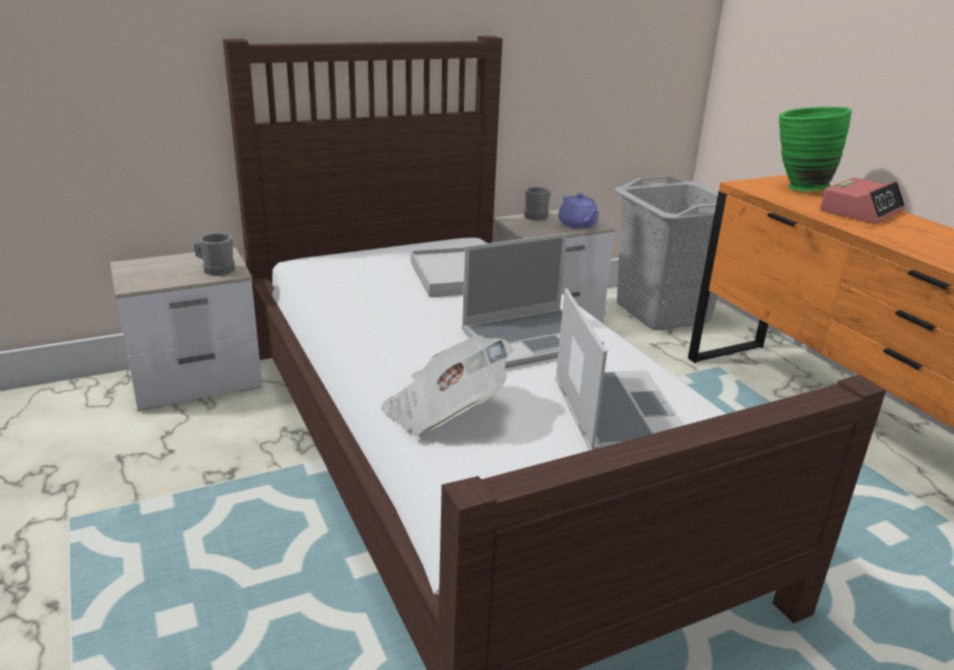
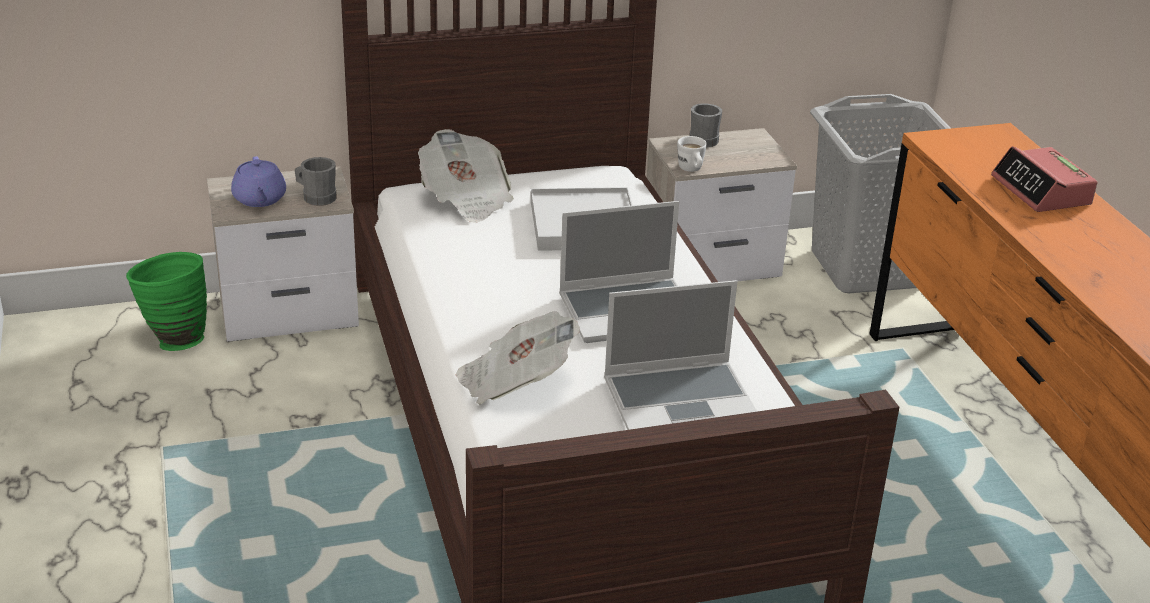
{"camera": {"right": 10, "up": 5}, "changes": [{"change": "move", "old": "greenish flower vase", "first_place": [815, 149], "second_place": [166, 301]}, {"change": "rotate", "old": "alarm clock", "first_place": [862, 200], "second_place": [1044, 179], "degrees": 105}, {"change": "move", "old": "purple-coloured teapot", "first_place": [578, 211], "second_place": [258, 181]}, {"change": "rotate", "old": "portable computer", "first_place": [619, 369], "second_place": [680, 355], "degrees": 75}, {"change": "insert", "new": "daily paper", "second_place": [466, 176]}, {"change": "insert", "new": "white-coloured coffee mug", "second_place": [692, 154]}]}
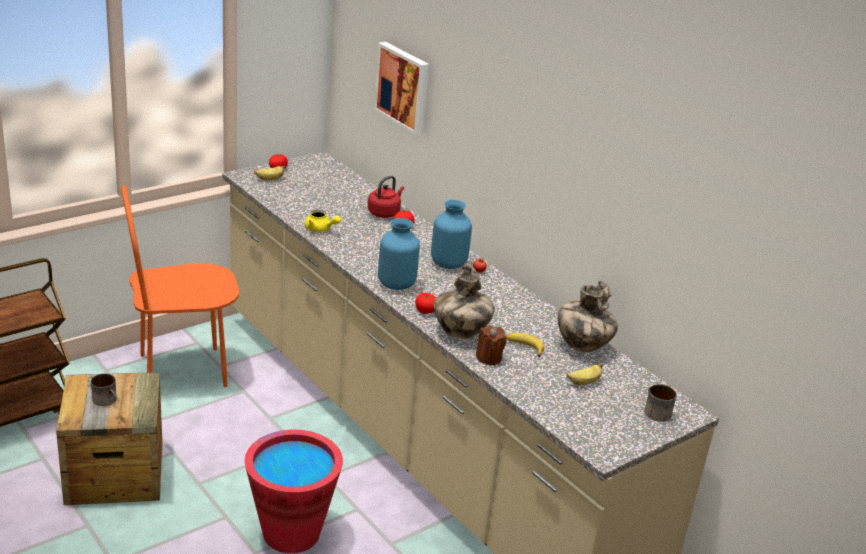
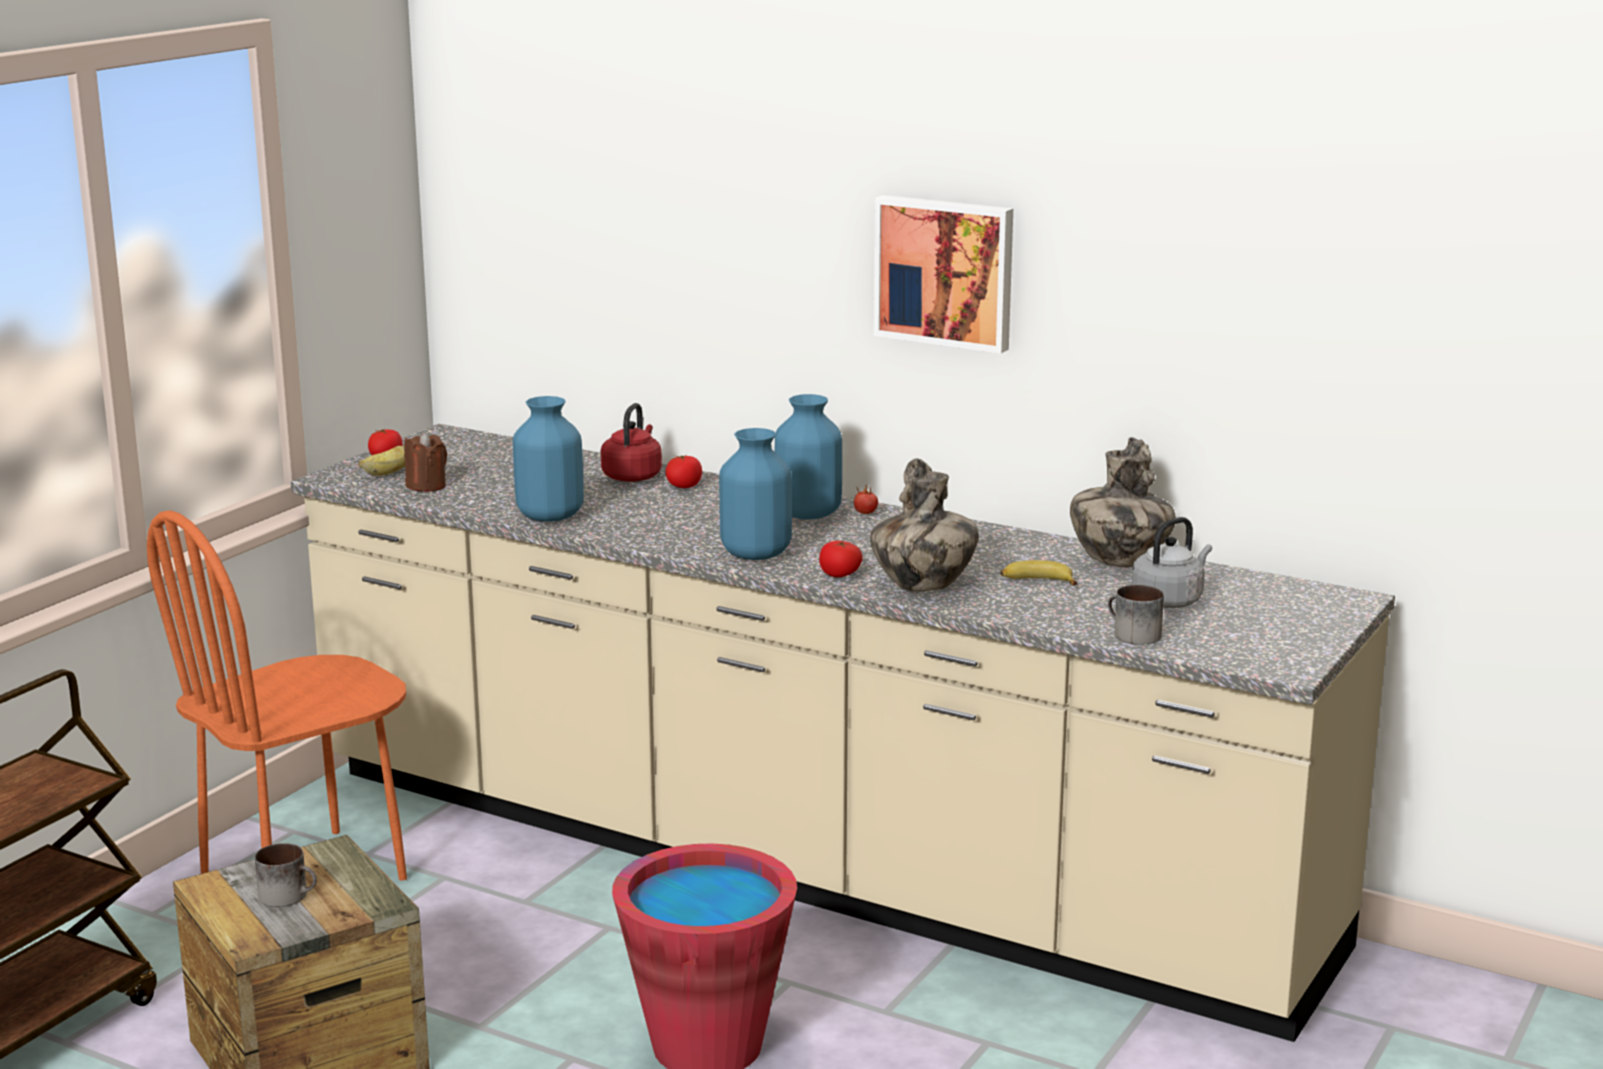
{"camera": {"right": -20, "up": -10}, "changes": [{"change": "move", "old": "wall art", "first_place": [401, 88], "second_place": [943, 274]}, {"change": "replace", "old": "yellow teapot", "new": "bluish flower vase", "first_place": [323, 221], "second_place": [548, 459]}, {"change": "move", "old": "brown wax light", "first_place": [491, 345], "second_place": [425, 462]}, {"change": "replace", "old": "banana fruit", "new": "greyish kettle", "first_place": [585, 374], "second_place": [1171, 562]}, {"change": "move", "old": "coffee mug", "first_place": [661, 403], "second_place": [1136, 615]}]}
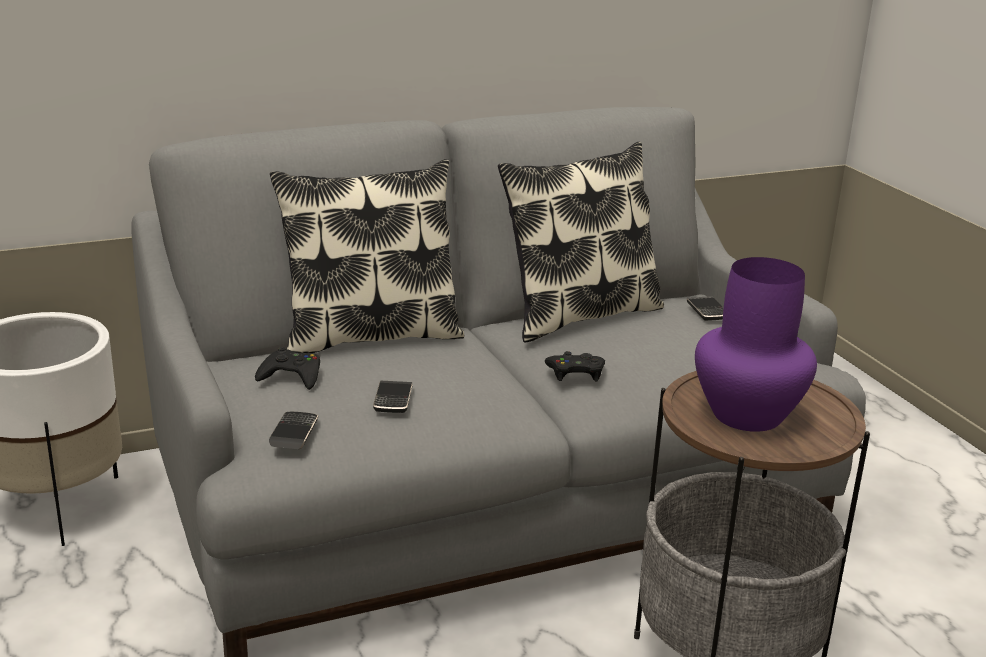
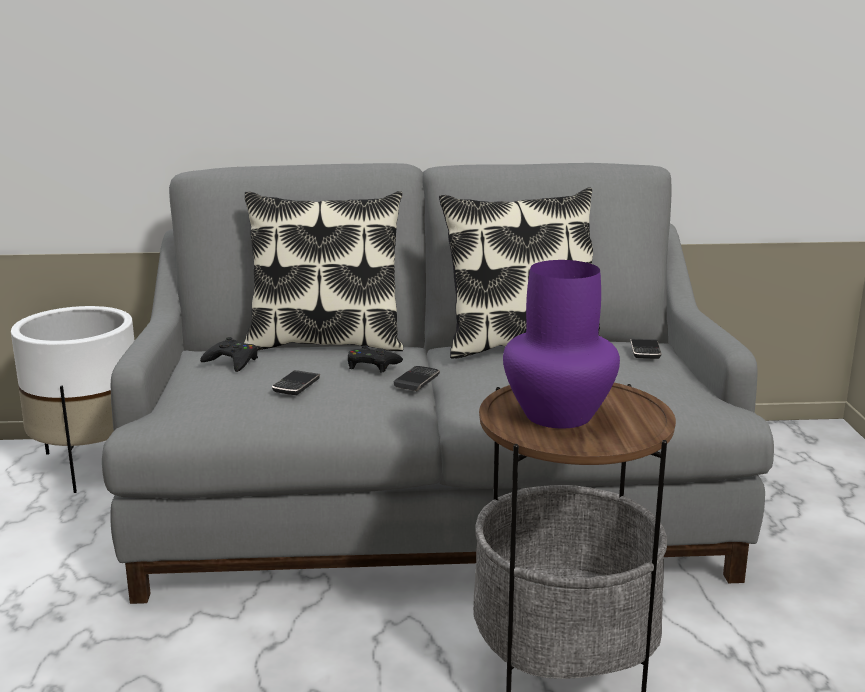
{"camera": {"right": 20, "up": -5}, "changes": [{"change": "move", "old": "black-coloured gamepad", "first_place": [575, 366], "second_place": [375, 359]}, {"change": "move", "old": "telephone", "first_place": [293, 430], "second_place": [417, 378]}]}
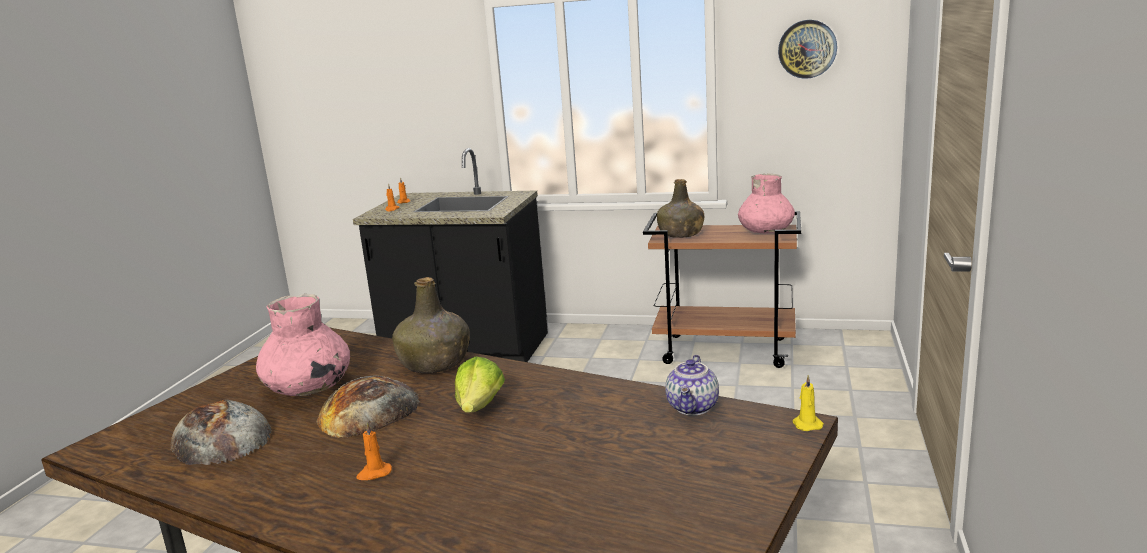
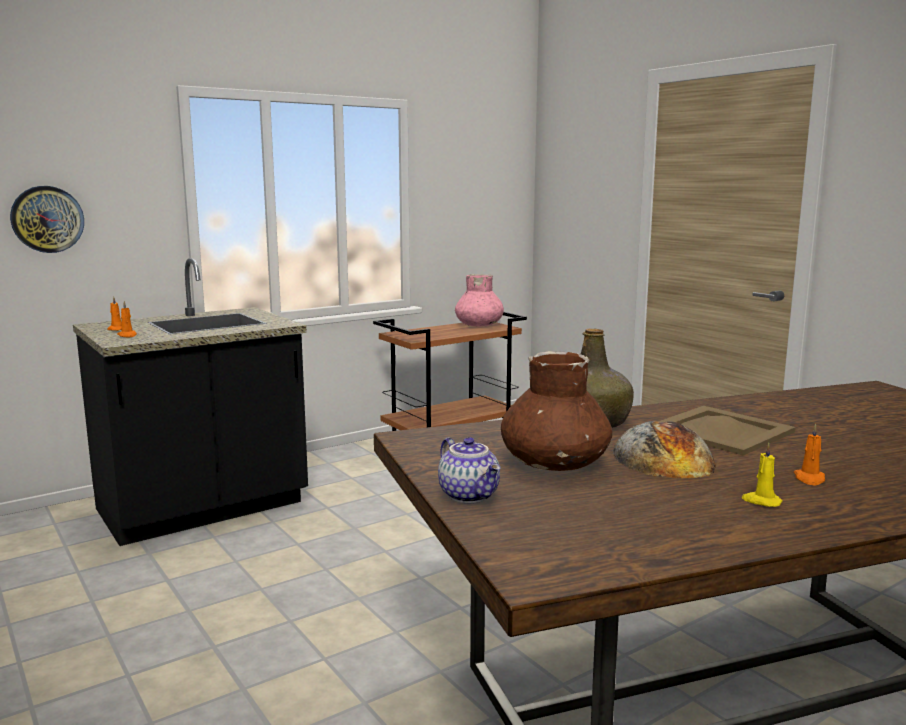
{"camera": {"right": -50, "up": -5}, "changes": [{"change": "move", "old": "hanging clock", "first_place": [807, 49], "second_place": [47, 219]}, {"change": "delete", "old": "greenish bottle", "first_place": [680, 208]}, {"change": "recolor", "old": "pinkish flower vase", "new": "brown flower vase", "first_place": [303, 345], "second_place": [556, 411]}, {"change": "move", "old": "teapot", "first_place": [692, 385], "second_place": [469, 470]}, {"change": "replace", "old": "lettuce head", "new": "beige serving tray", "first_place": [480, 384], "second_place": [727, 431]}, {"change": "move", "old": "yellow wax light", "first_place": [808, 403], "second_place": [762, 475]}, {"change": "delete", "old": "baked bread", "first_place": [221, 432]}]}
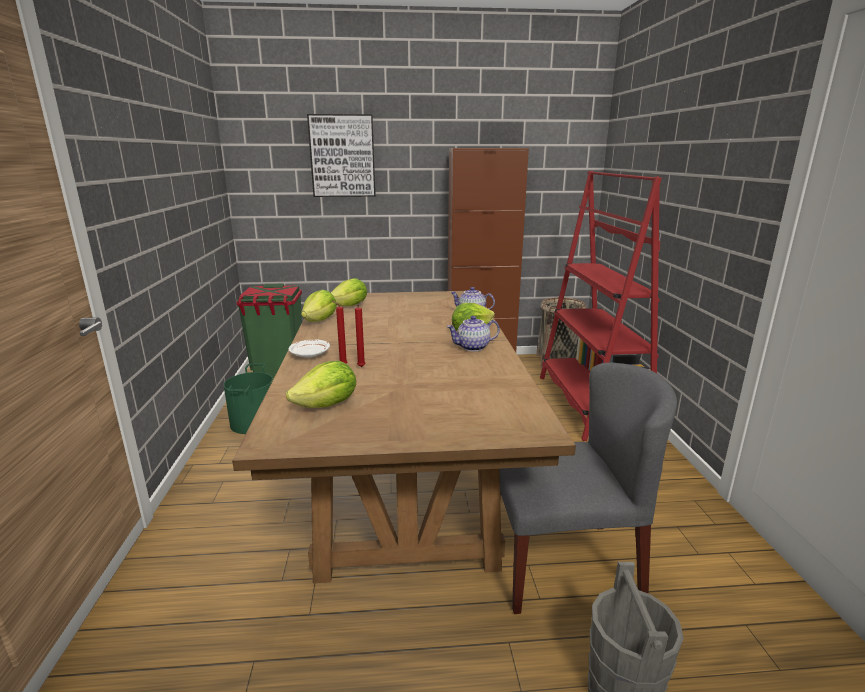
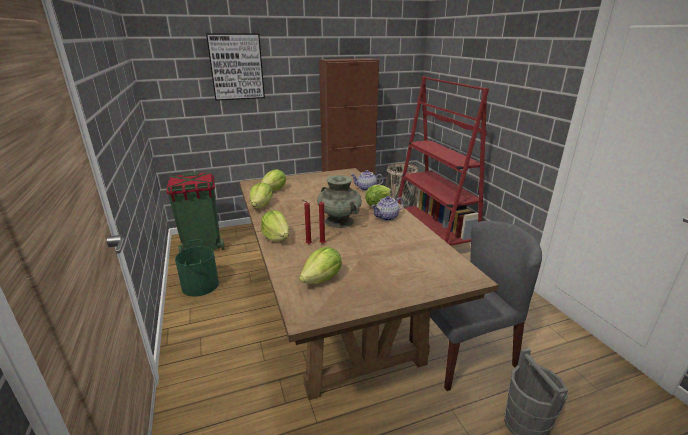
{"camera": {"right": -15, "up": 5}, "changes": [{"change": "replace", "old": "white-coloured dinner plate", "new": "lettuce head", "first_place": [309, 349], "second_place": [275, 225]}, {"change": "insert", "new": "turquoise-coloured flower vase", "second_place": [339, 201]}]}
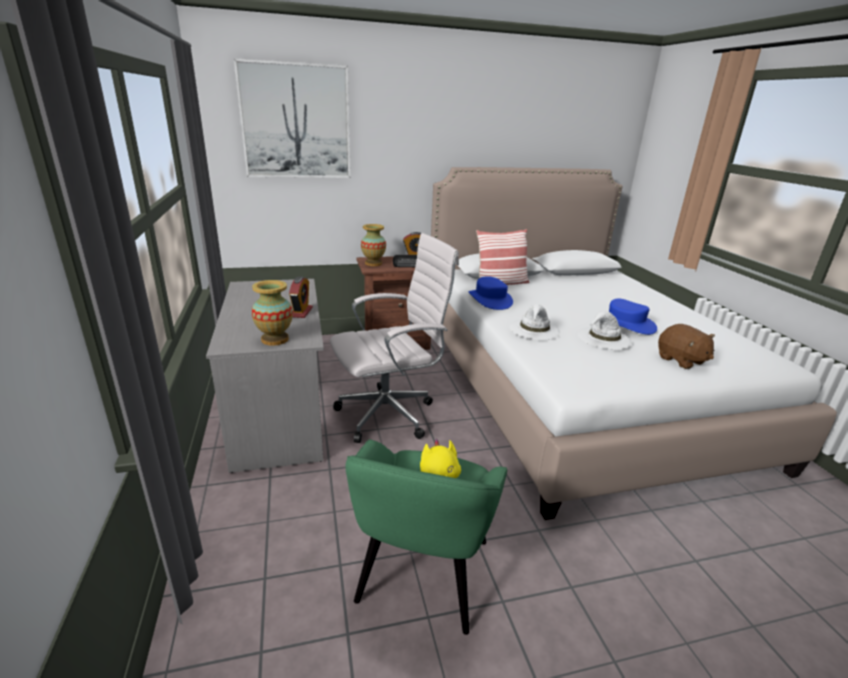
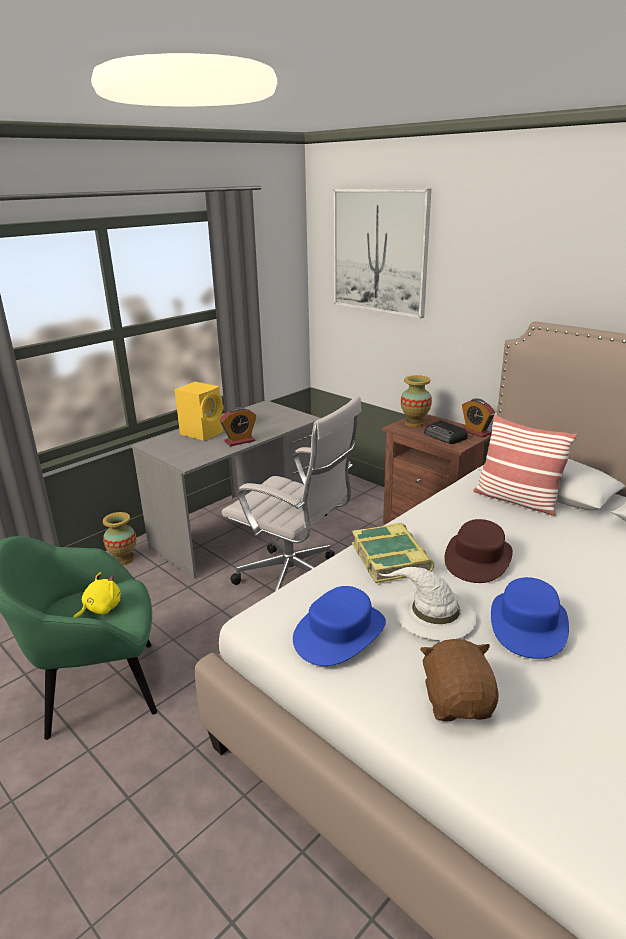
{"camera": {"right": 60, "up": 0}, "changes": [{"change": "move", "old": "bluish wearable hat", "first_place": [491, 293], "second_place": [339, 626]}, {"change": "move", "old": "flower vase", "first_place": [272, 312], "second_place": [119, 538]}, {"change": "replace", "old": "white-coloured wearable hat", "new": "volume", "first_place": [534, 322], "second_place": [393, 553]}, {"change": "rotate", "old": "brown cuddly toy", "first_place": [686, 346], "second_place": [459, 680], "degrees": 150}, {"change": "insert", "new": "yellow loudspeaker", "second_place": [199, 411]}, {"change": "insert", "new": "brown wearable hat", "second_place": [478, 551]}]}
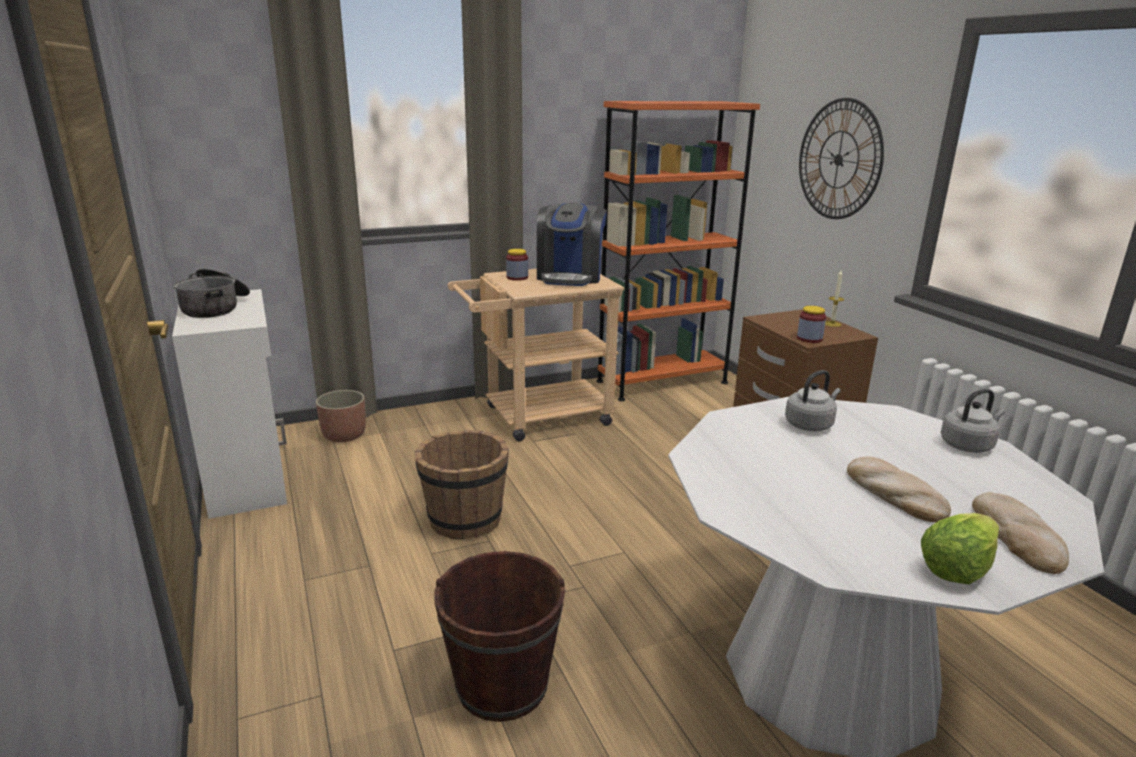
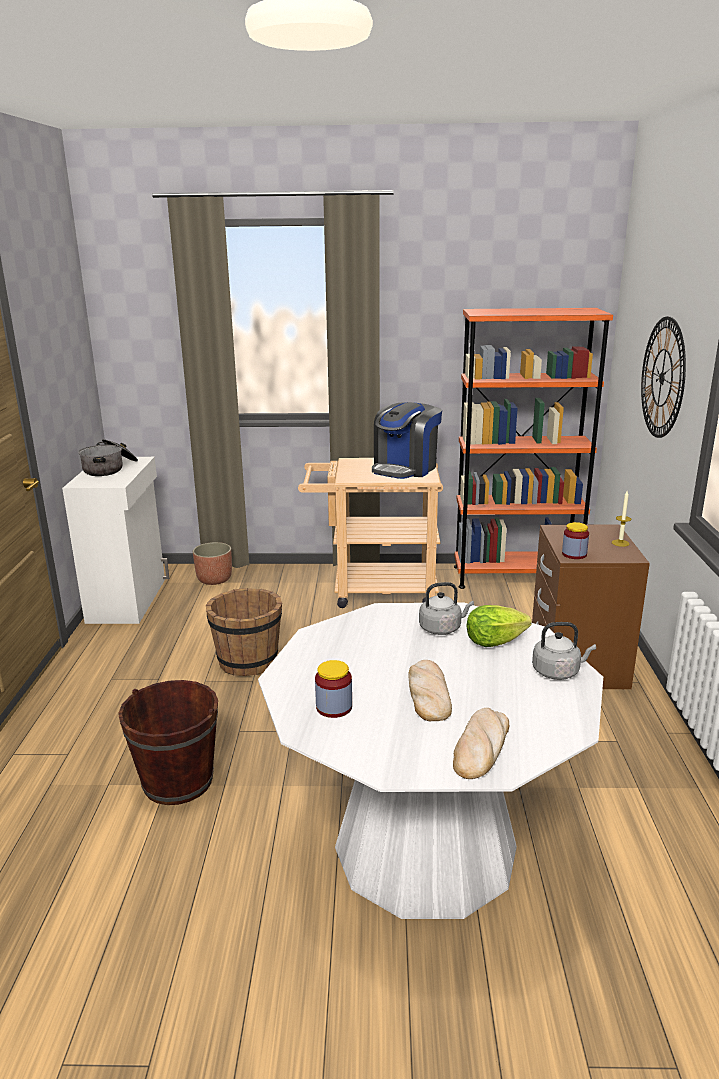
{"camera": {"right": 25, "up": 0}, "changes": [{"change": "move", "old": "jar", "first_place": [517, 265], "second_place": [333, 689]}, {"change": "move", "old": "lettuce head", "first_place": [960, 549], "second_place": [499, 626]}]}
